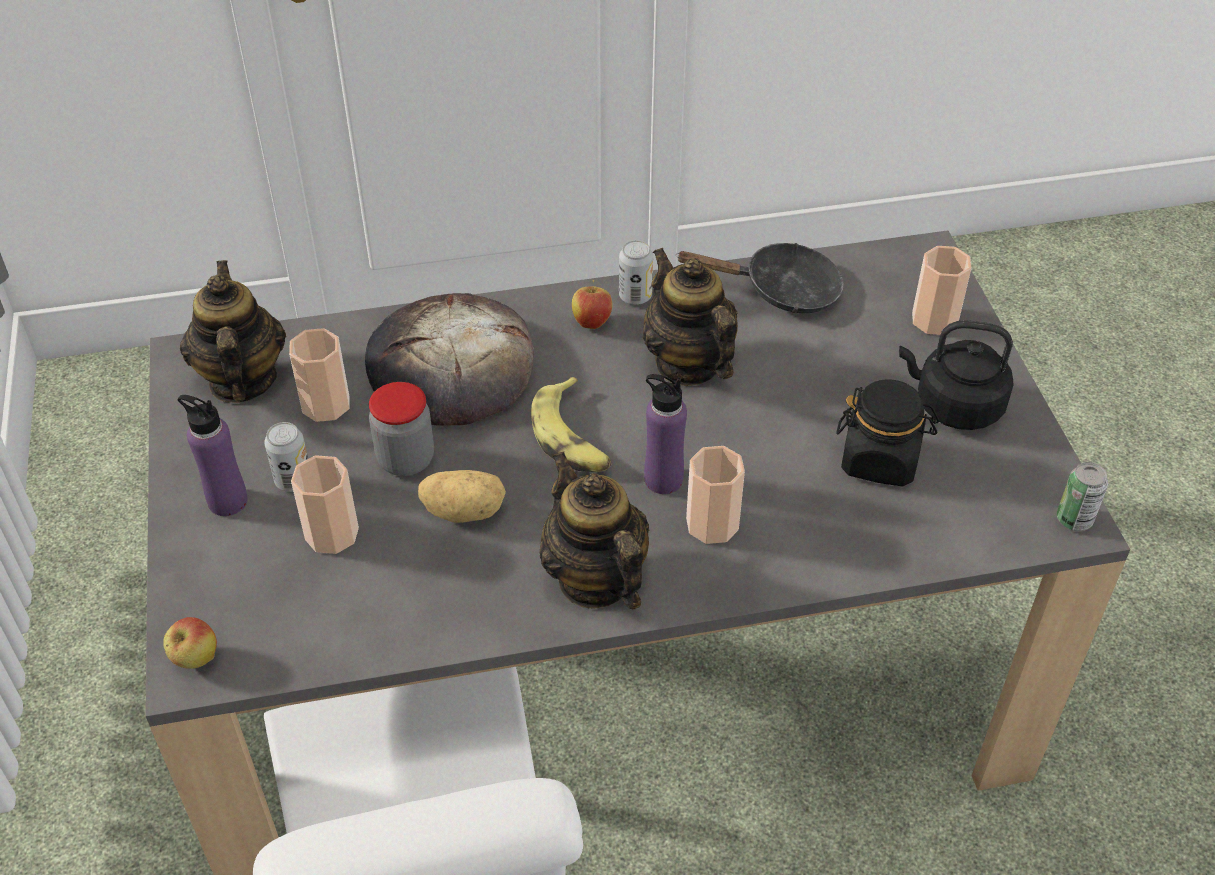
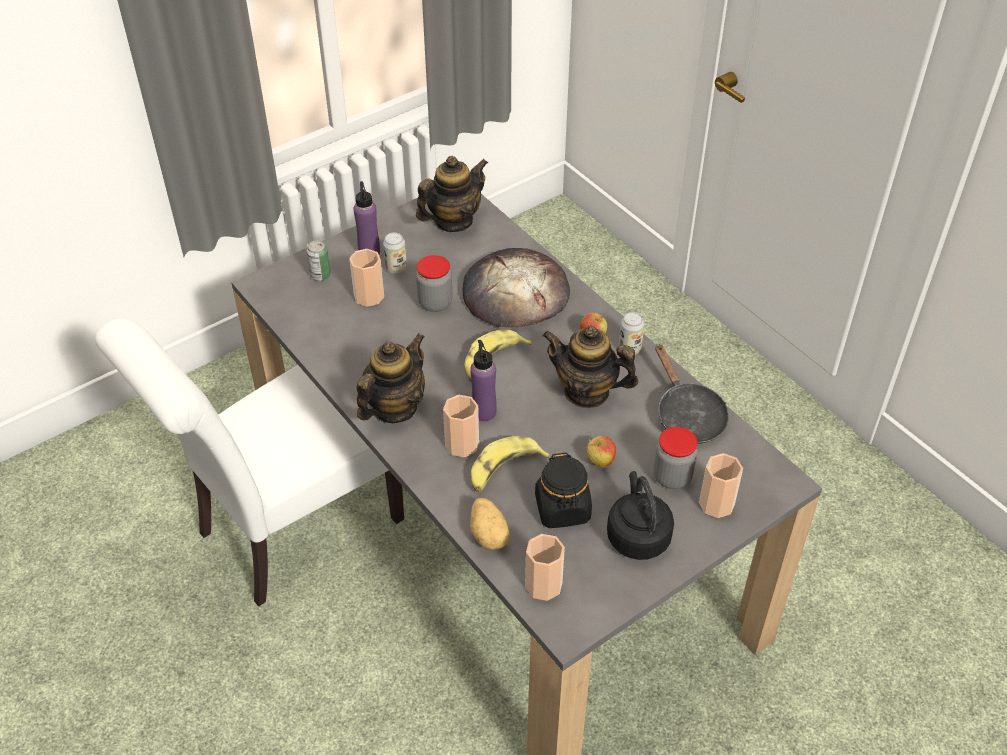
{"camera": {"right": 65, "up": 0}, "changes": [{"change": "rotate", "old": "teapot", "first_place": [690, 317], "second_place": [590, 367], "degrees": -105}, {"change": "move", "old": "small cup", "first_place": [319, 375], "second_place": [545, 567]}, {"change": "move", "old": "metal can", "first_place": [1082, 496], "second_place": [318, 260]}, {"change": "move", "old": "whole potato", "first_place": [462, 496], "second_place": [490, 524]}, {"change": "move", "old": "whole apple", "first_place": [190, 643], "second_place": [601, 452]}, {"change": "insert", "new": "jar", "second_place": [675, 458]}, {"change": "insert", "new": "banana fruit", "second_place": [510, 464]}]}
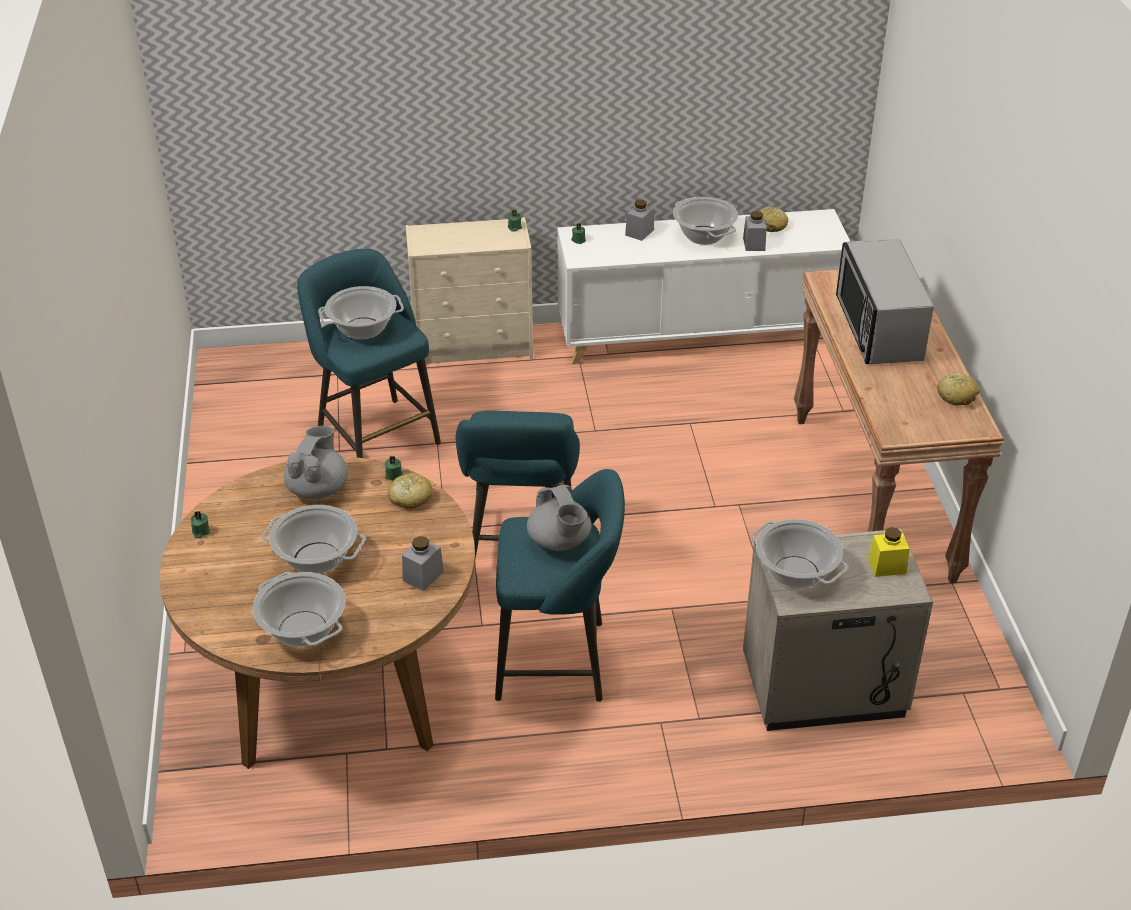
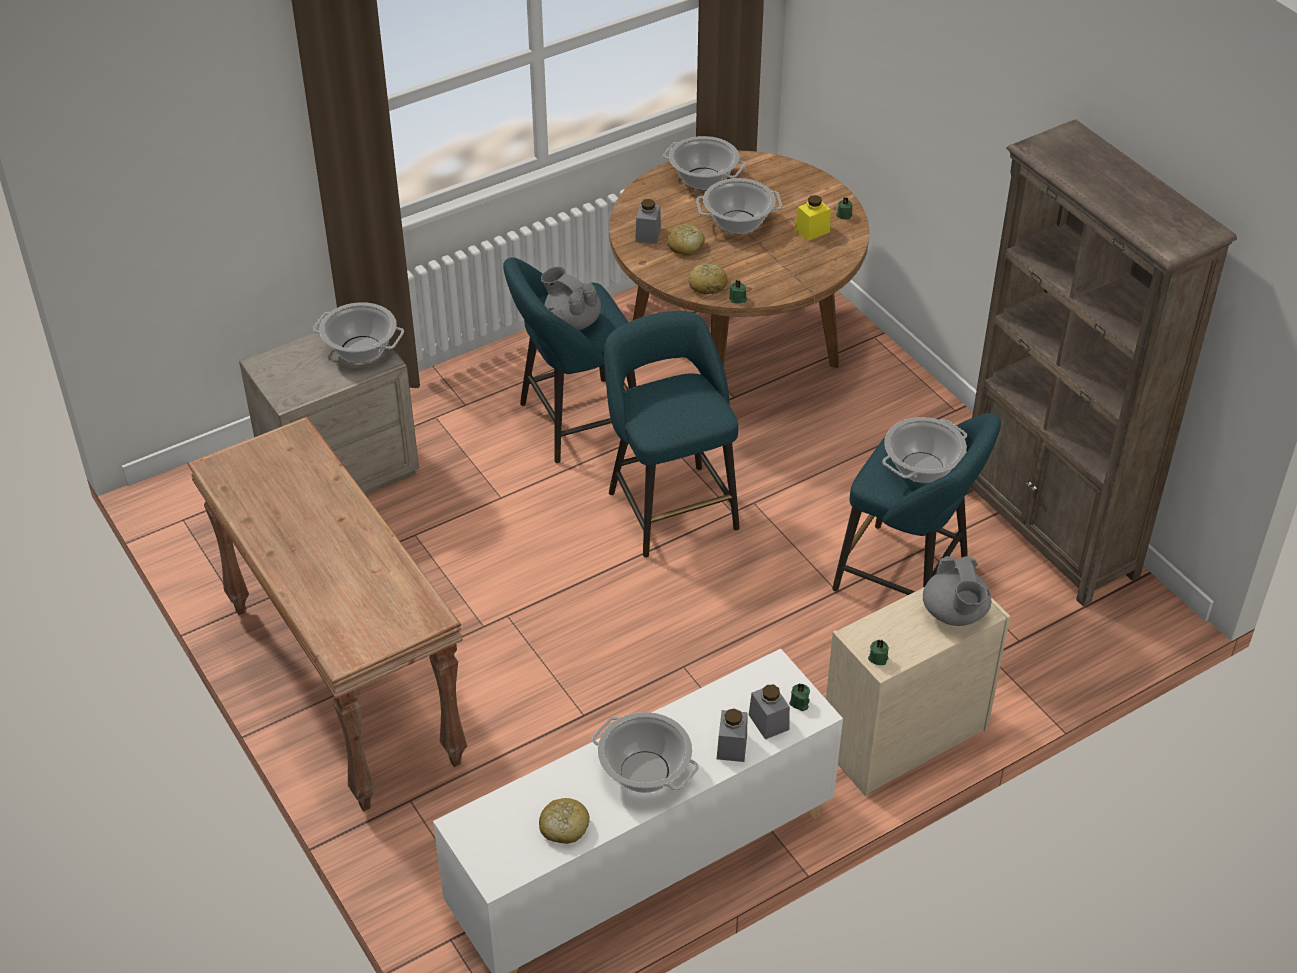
{"camera": {"right": 155, "up": 5}, "changes": [{"change": "move", "old": "greyish jar", "first_place": [755, 231], "second_place": [769, 712]}, {"change": "delete", "old": "microwave", "first_place": [885, 301]}, {"change": "move", "old": "baked bread", "first_place": [958, 389], "second_place": [686, 239]}, {"change": "move", "old": "greyish teapot", "first_place": [316, 462], "second_place": [957, 591]}, {"change": "move", "old": "yellow jar", "first_place": [889, 552], "second_place": [813, 218]}, {"change": "insert", "new": "brown shelving unit", "second_place": [1101, 363]}]}
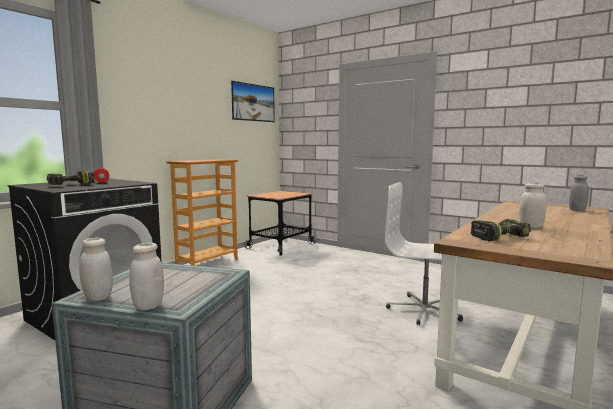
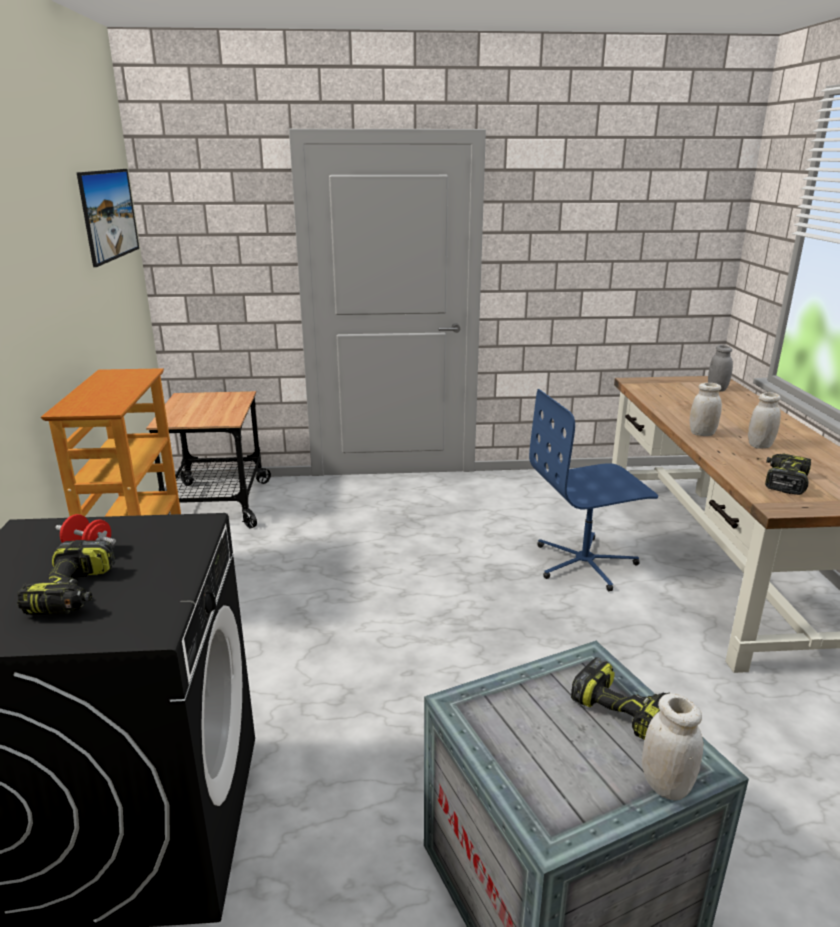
{"camera": {"right": -40, "up": 15}, "changes": [{"change": "recolor", "old": "white-coloured desk chair", "new": "bluish desk chair", "first_place": [424, 253], "second_place": [593, 490]}, {"change": "move", "old": "white-coloured jar", "first_place": [96, 269], "second_place": [706, 409]}, {"change": "insert", "new": "electric drill", "second_place": [620, 698]}]}
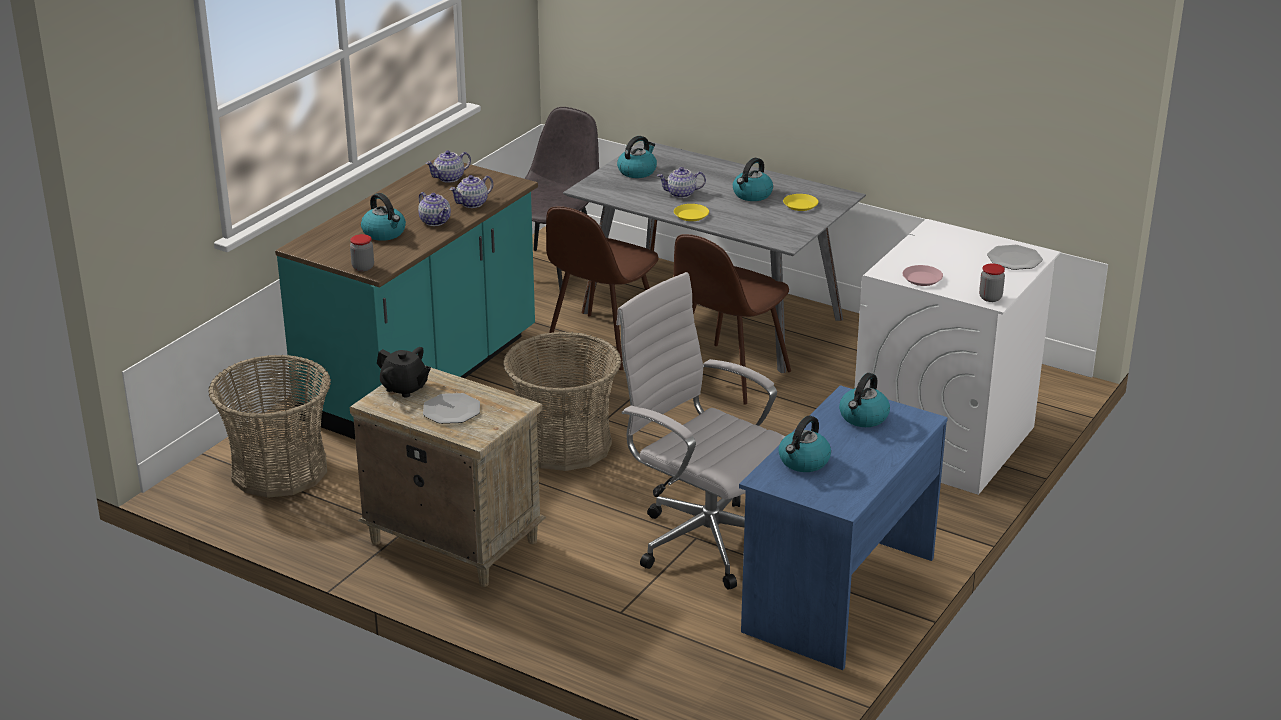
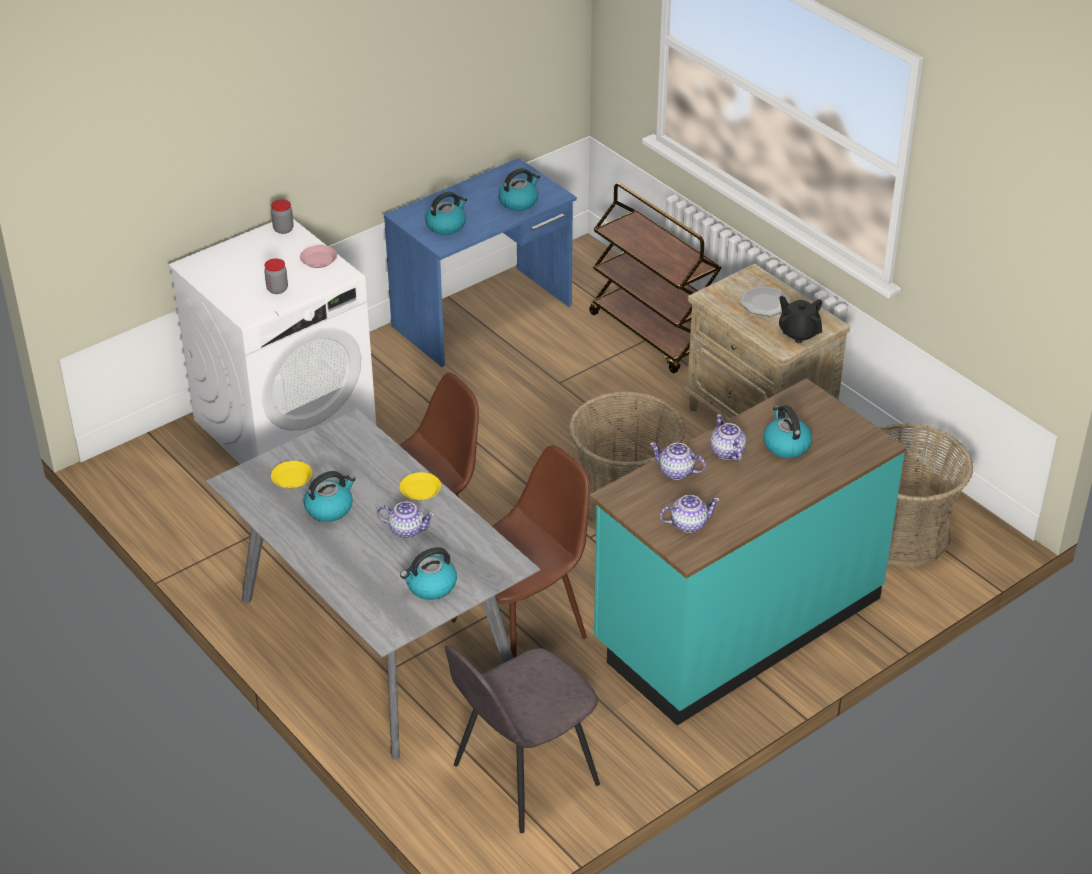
{"camera": {"right": -160, "up": 10}, "changes": [{"change": "rotate", "old": "teapot", "first_place": [471, 191], "second_place": [678, 461], "degrees": -135}, {"change": "move", "old": "jar", "first_place": [362, 253], "second_place": [276, 276]}, {"change": "delete", "old": "dinner plate", "first_place": [1015, 257]}, {"change": "delete", "old": "white-coloured desk chair", "first_place": [700, 430]}, {"change": "insert", "new": "brown cart", "second_place": [655, 278]}]}
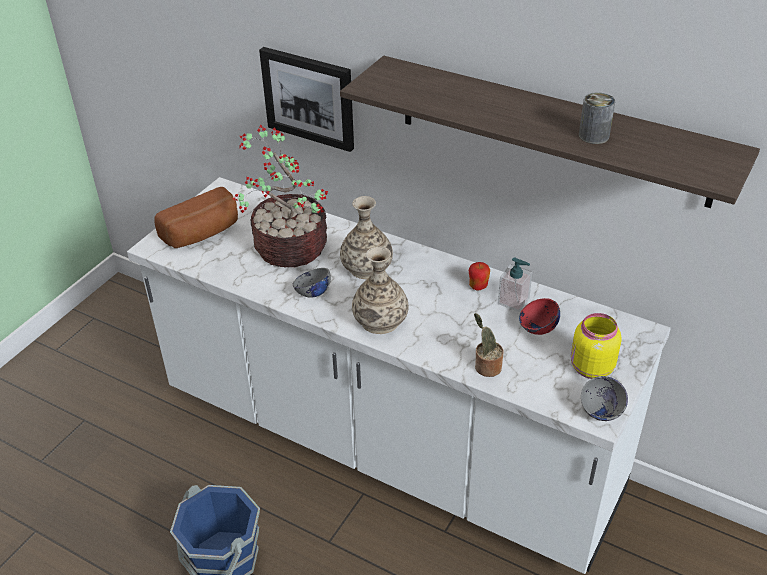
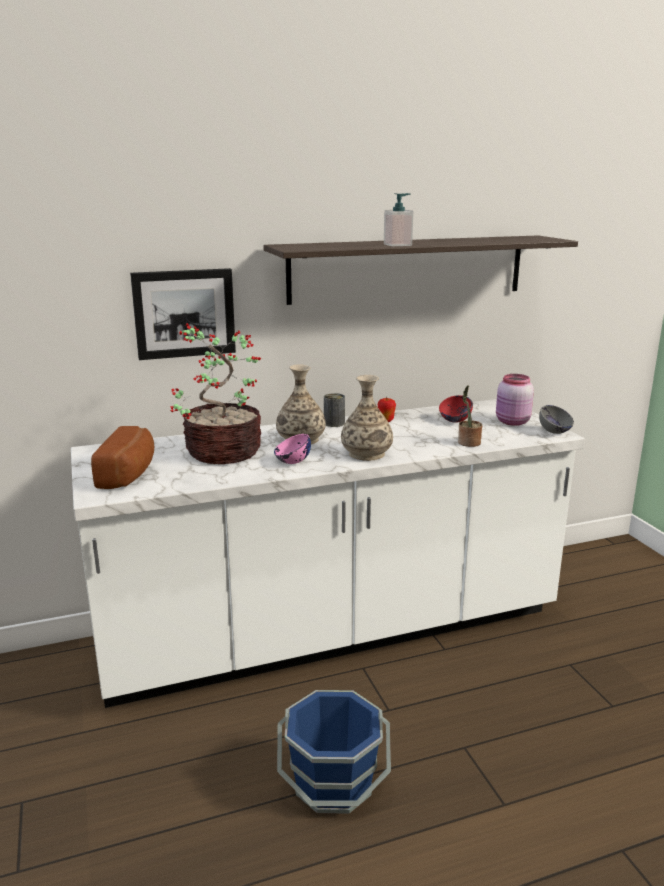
{"camera": {"right": -50, "up": -20}, "changes": [{"change": "move", "old": "metal can", "first_place": [597, 118], "second_place": [334, 410]}, {"change": "move", "old": "soap bottle", "first_place": [515, 284], "second_place": [398, 219]}, {"change": "recolor", "old": "greyish bowl", "new": "pinkish bowl", "first_place": [311, 283], "second_place": [292, 449]}, {"change": "recolor", "old": "yellow jar", "new": "pinkish jar", "first_place": [596, 346], "second_place": [515, 400]}]}
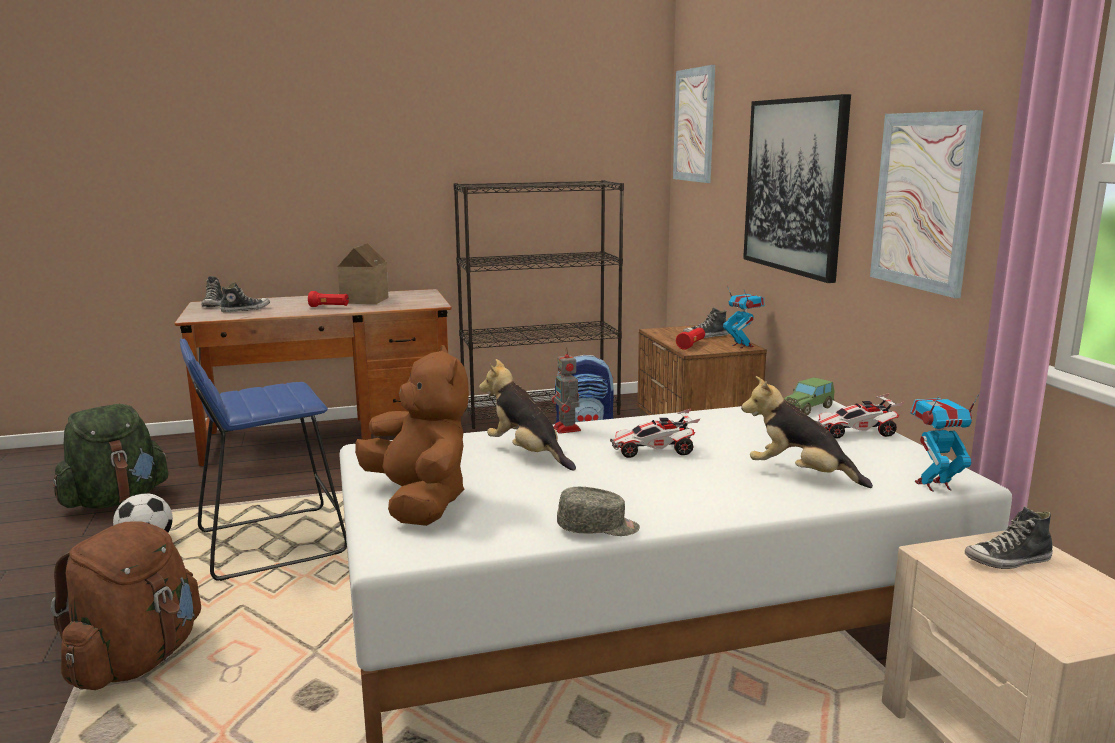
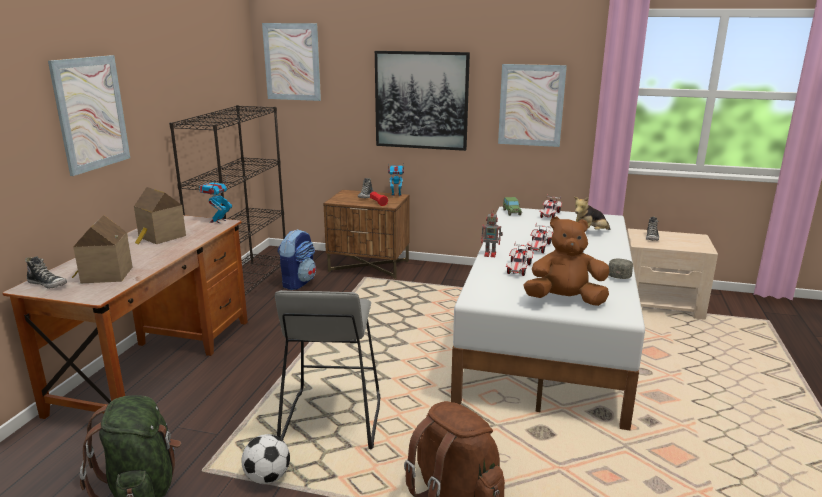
{"camera": {"right": -60, "up": 5}, "changes": [{"change": "replace", "old": "shoe", "new": "miniature house", "first_place": [245, 297], "second_place": [102, 249]}, {"change": "delete", "old": "red-coloured hand torch", "first_place": [328, 299]}, {"change": "recolor", "old": "bluish stool seat", "new": "greyish stool seat", "first_place": [263, 459], "second_place": [328, 369]}, {"change": "replace", "old": "cuddly toy", "new": "model car", "first_place": [527, 415], "second_place": [519, 258]}, {"change": "move", "old": "robot figure", "first_place": [944, 443], "second_place": [216, 199]}, {"change": "insert", "new": "wall art", "second_place": [89, 115]}]}
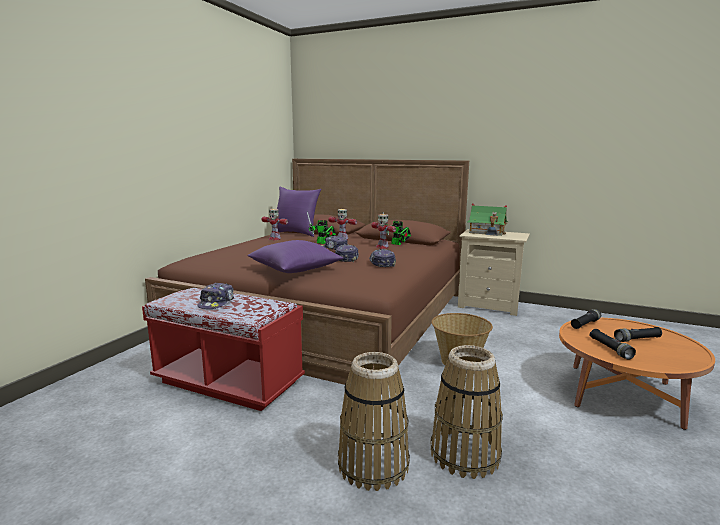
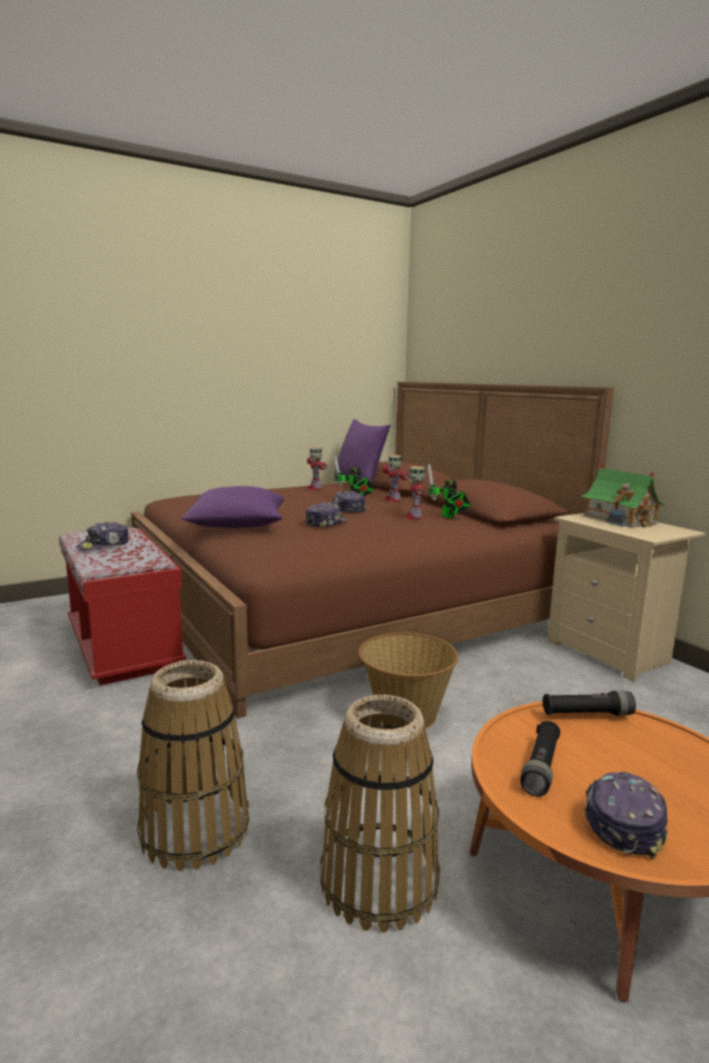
{"camera": {"right": 35, "up": 0}, "changes": [{"change": "move", "old": "peaked cap", "first_place": [382, 258], "second_place": [626, 815]}, {"change": "delete", "old": "black-coloured hand torch", "first_place": [638, 334]}, {"change": "move", "old": "household basket", "first_place": [374, 421], "second_place": [380, 814]}]}
